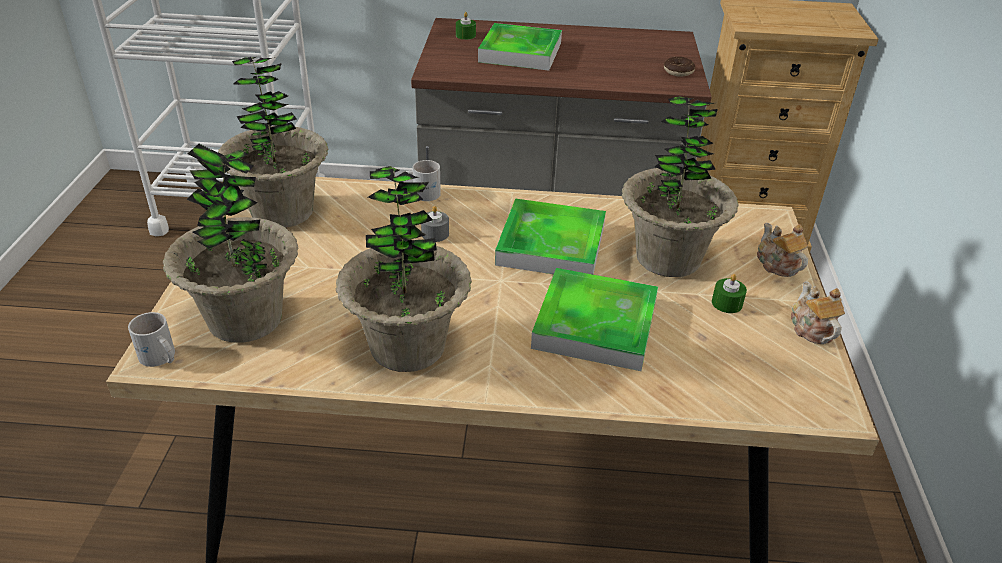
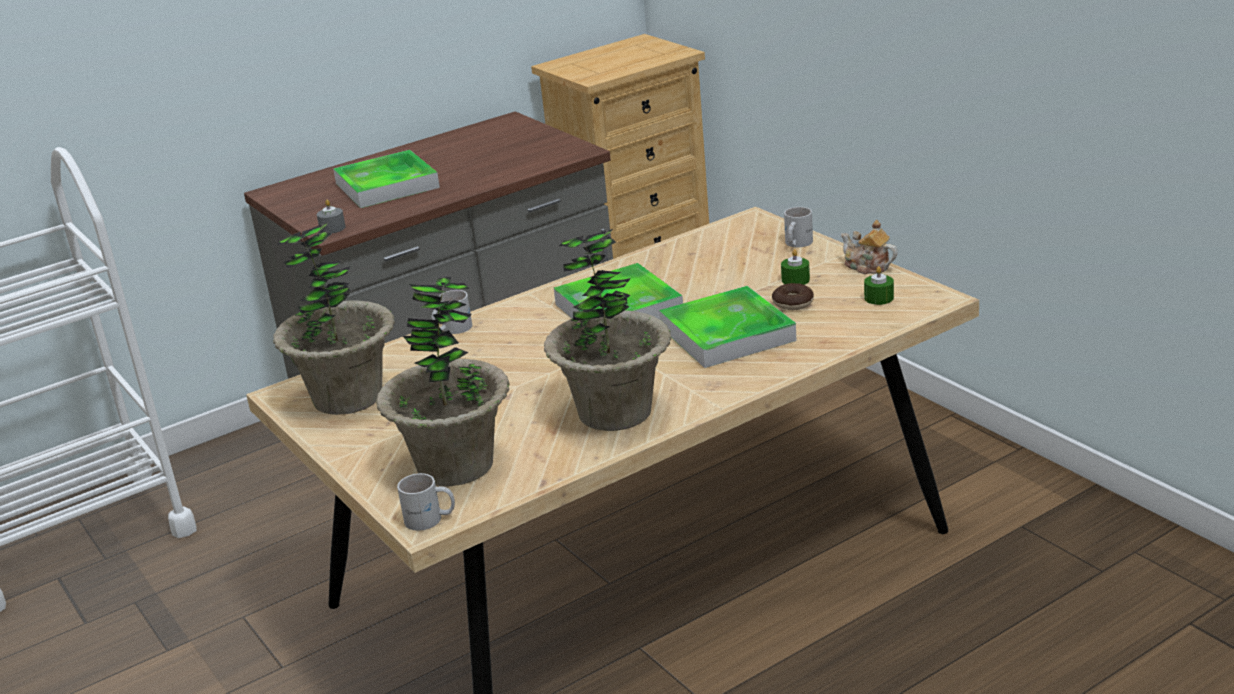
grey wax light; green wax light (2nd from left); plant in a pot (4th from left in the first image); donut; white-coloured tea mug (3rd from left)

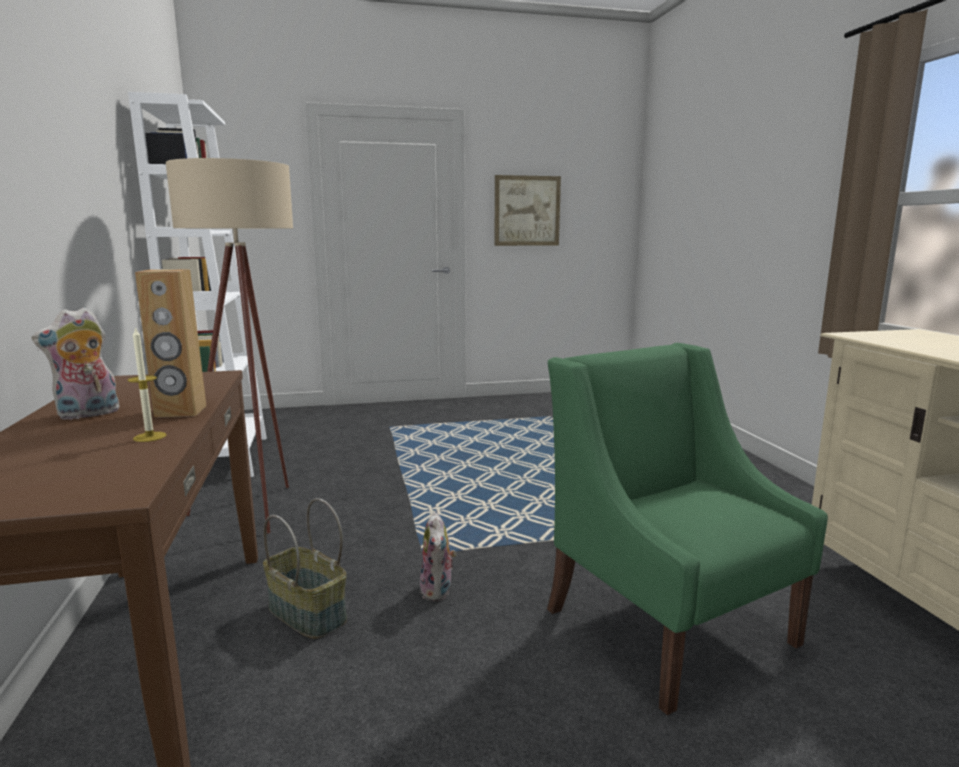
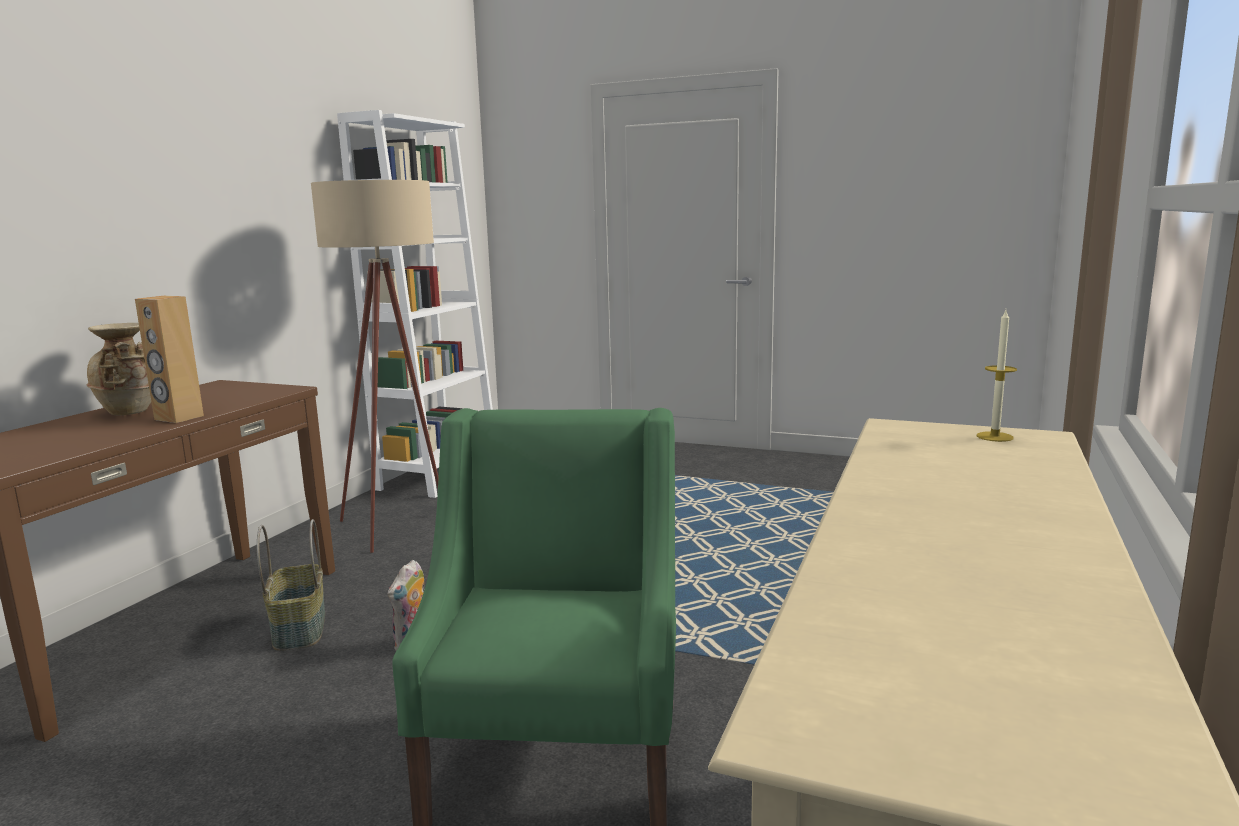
beige flower vase; wax light; picture

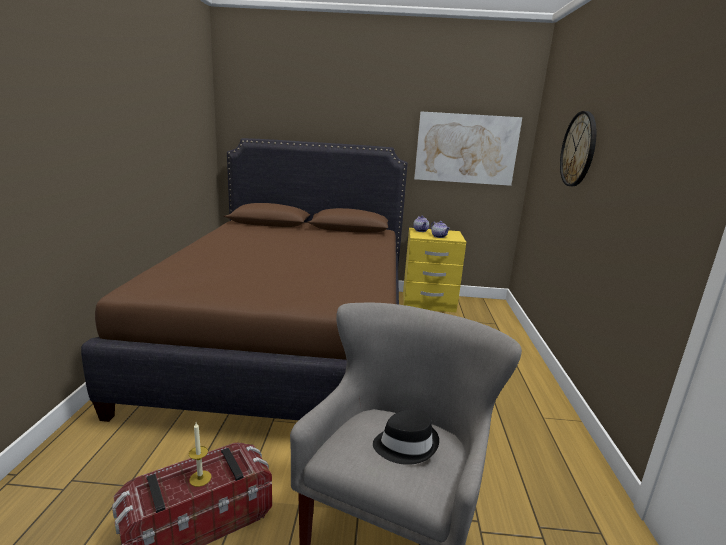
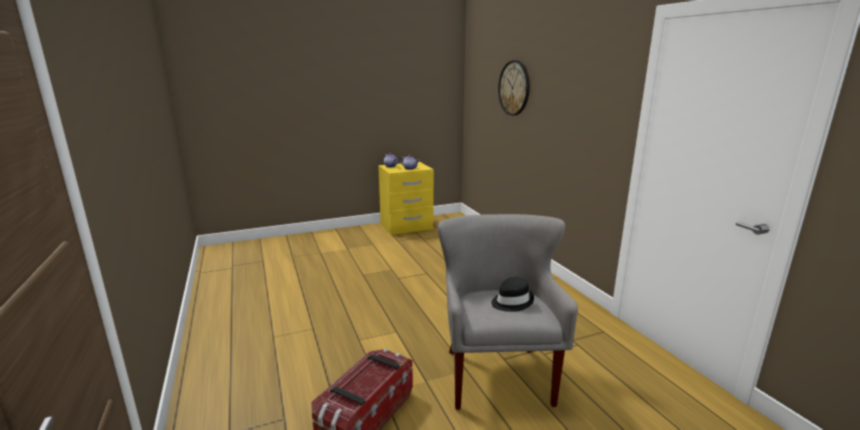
brown sleeping bed; wax light; picture

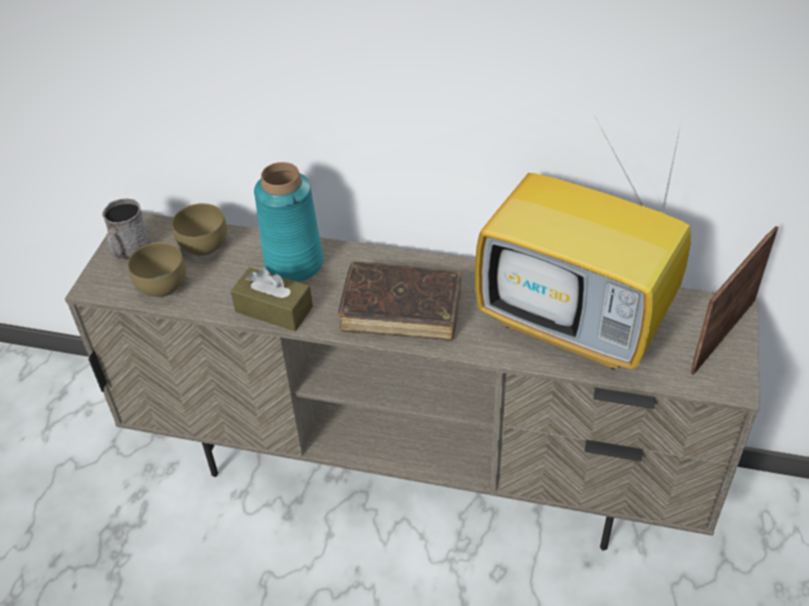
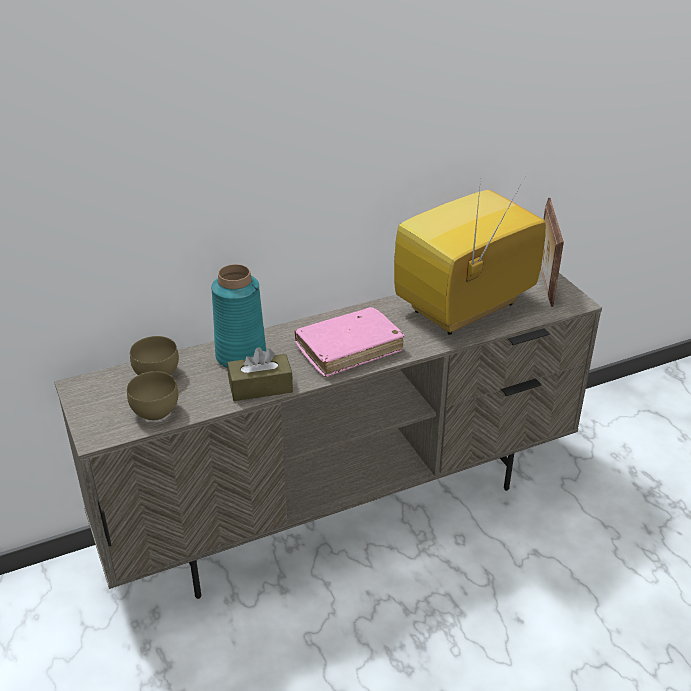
grey tea mug; pink-coloured book; TV

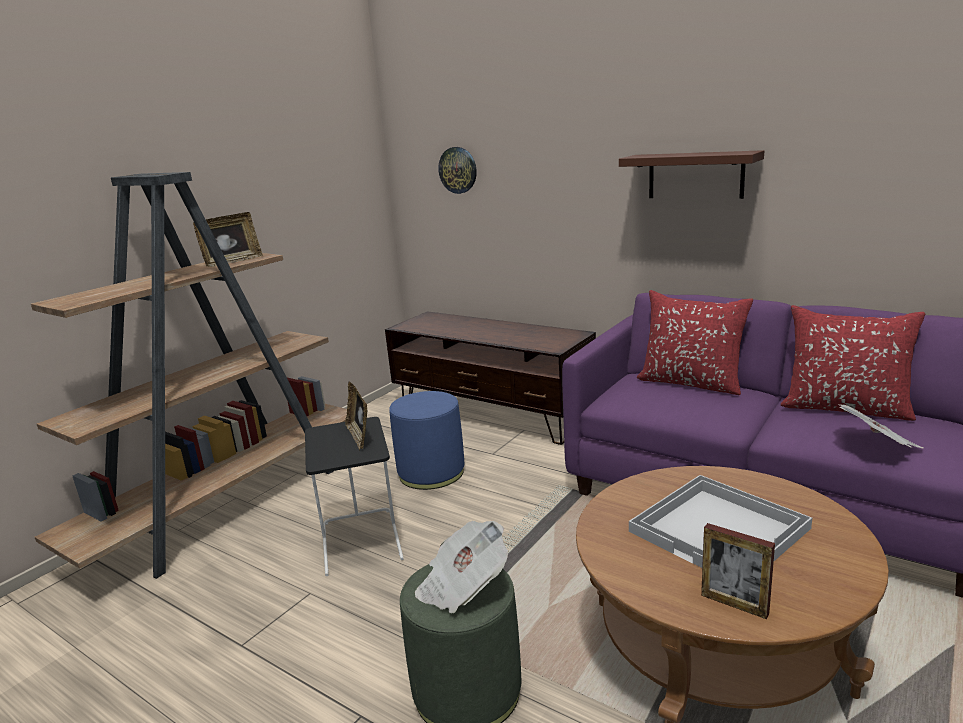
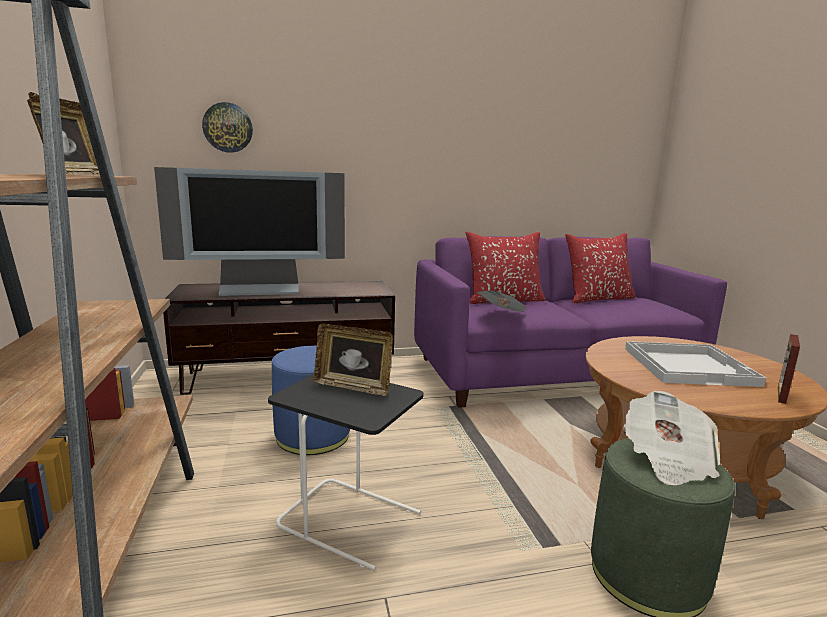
brown bracket shelf; picture frame (3rd from left); printed paper (1st from left); TV

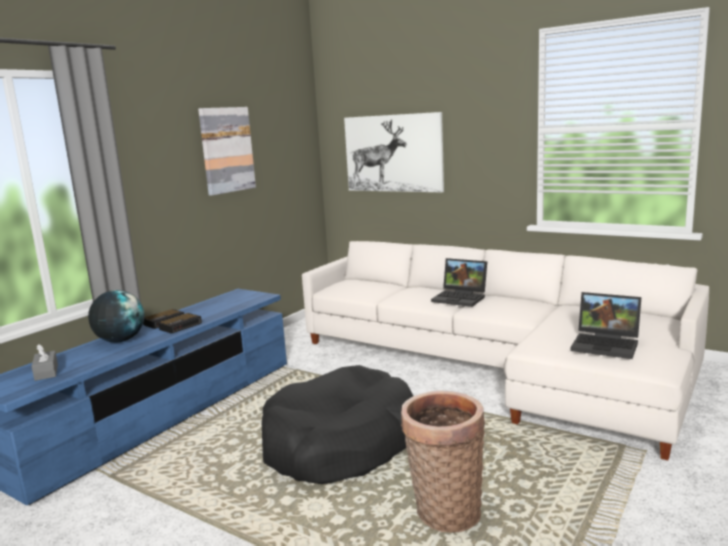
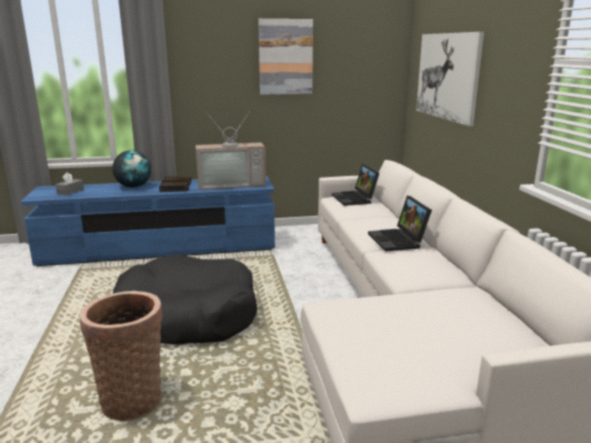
notebook computer (1st from left); TV

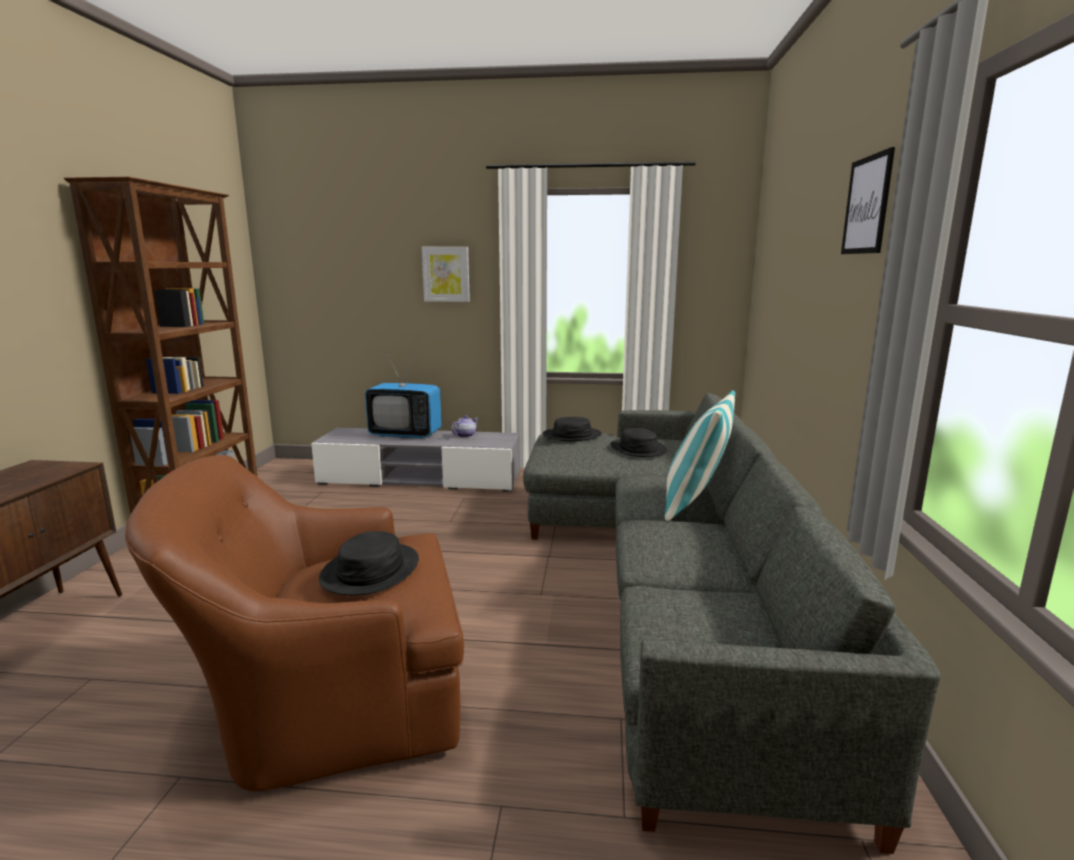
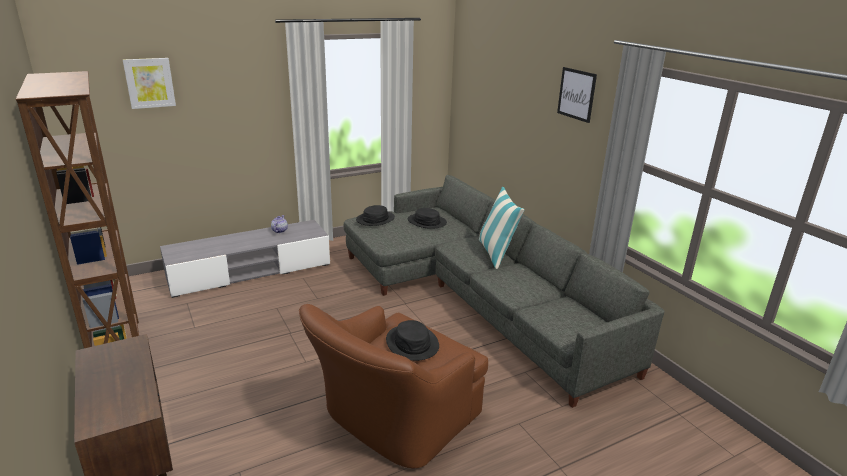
TV; picture (1st from left)

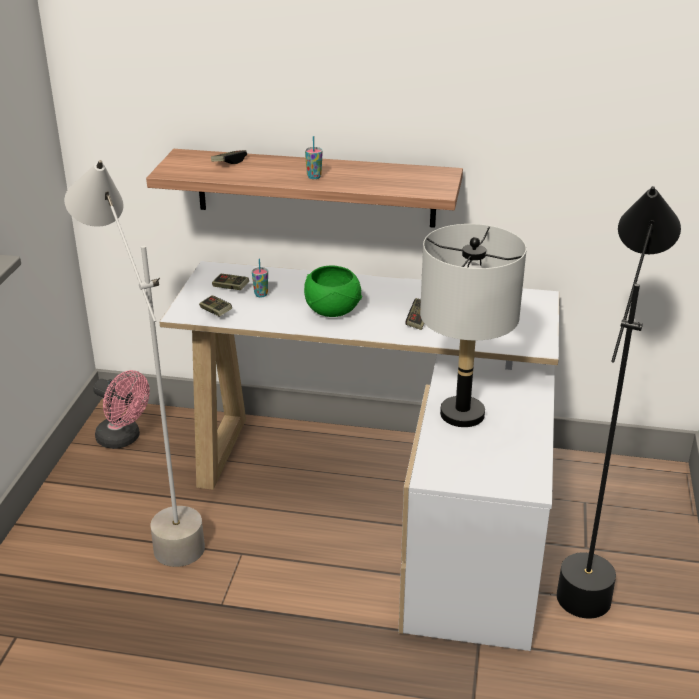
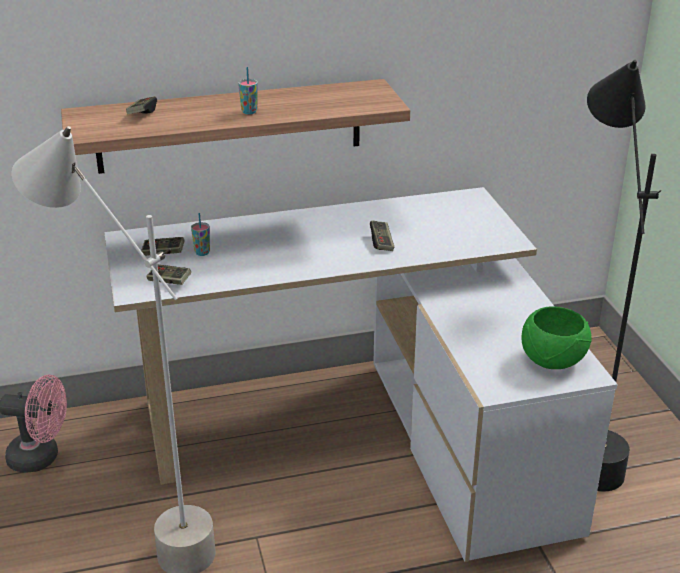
green serving bowl; grey tabletop lamp

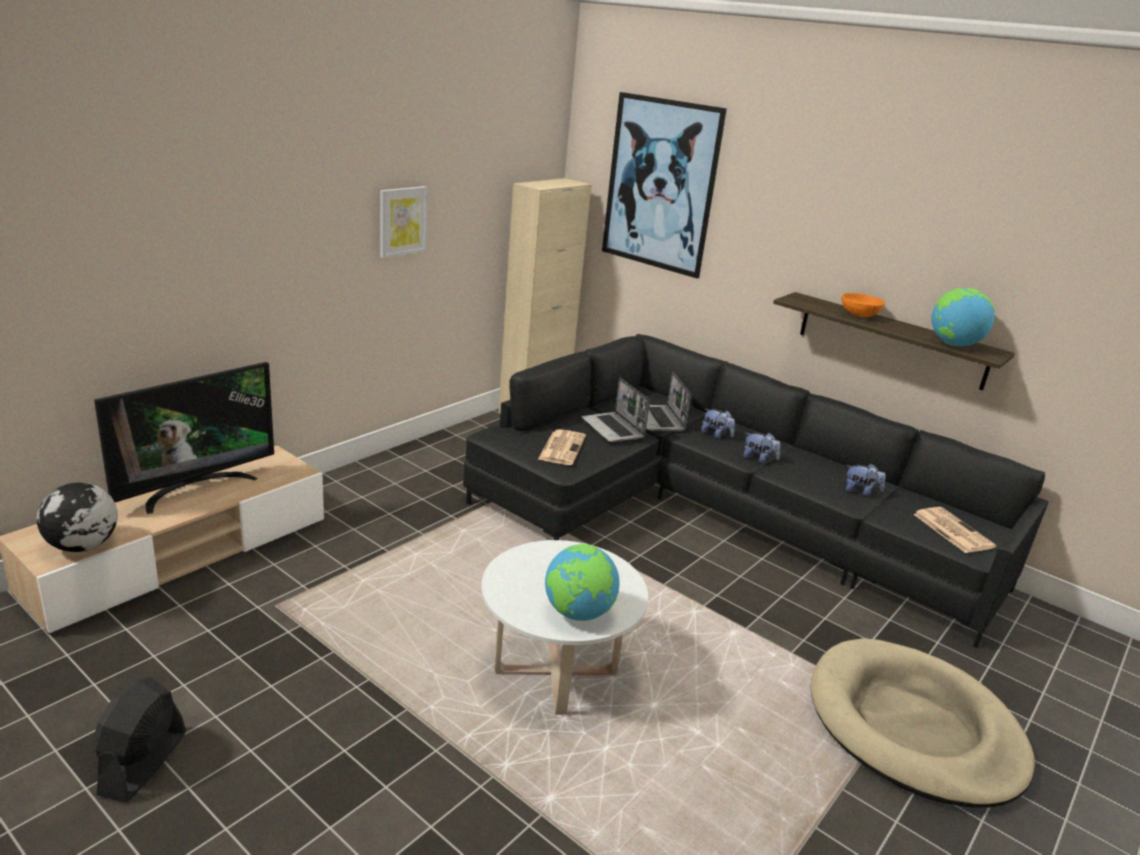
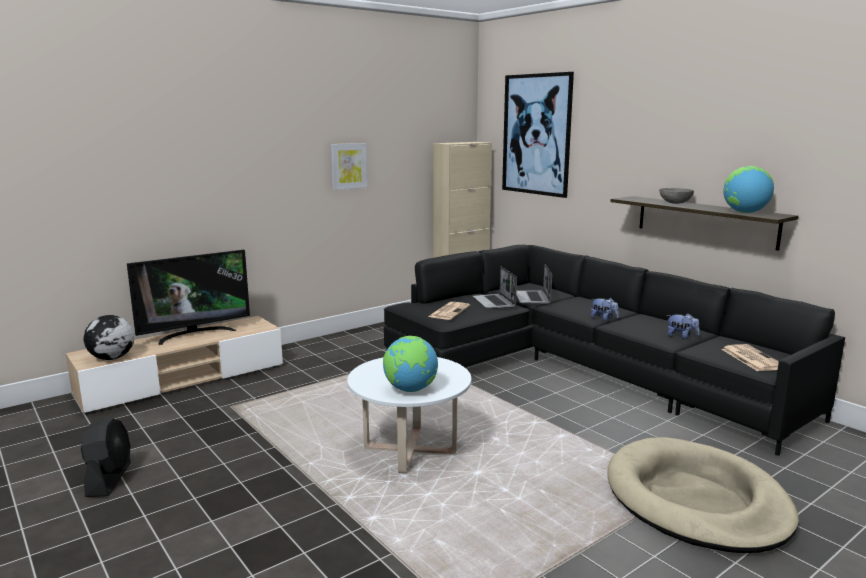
black electric fan; cuddly toy (1st from left in the first image); grey serving bowl

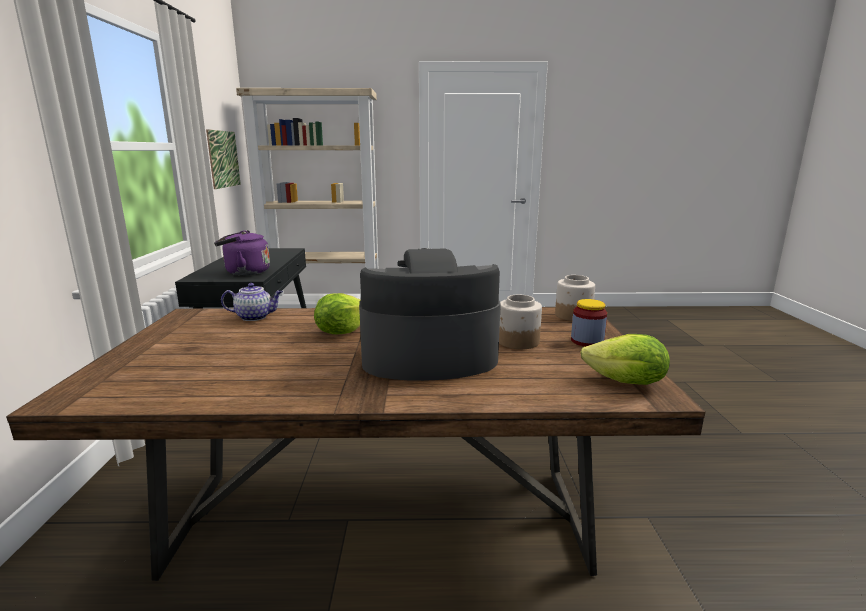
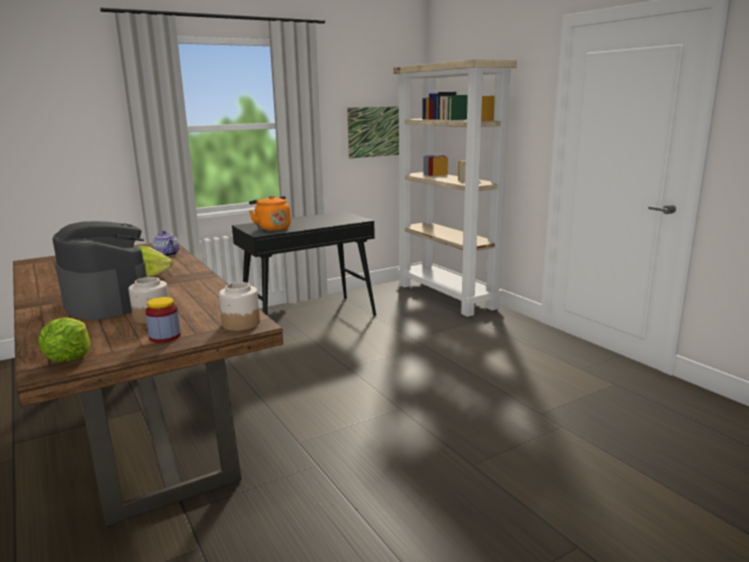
orange water kettle

